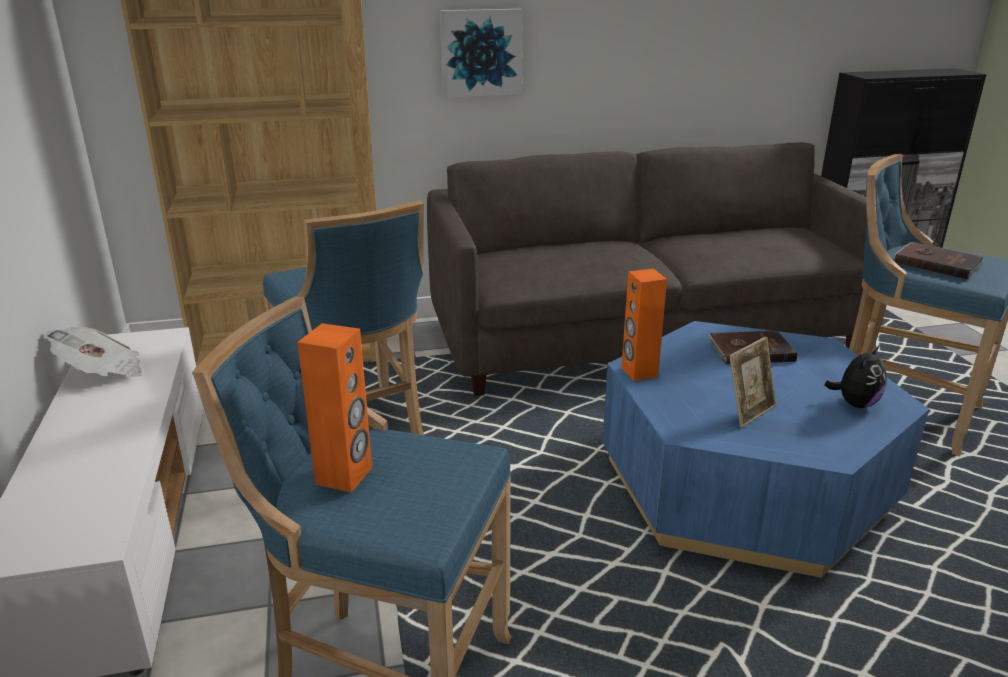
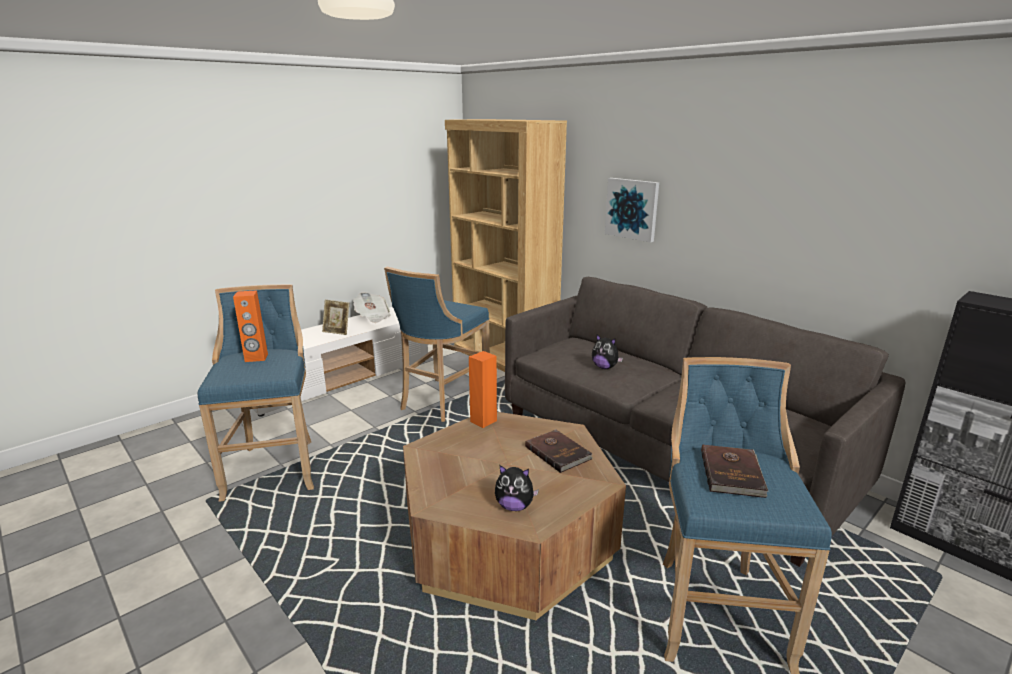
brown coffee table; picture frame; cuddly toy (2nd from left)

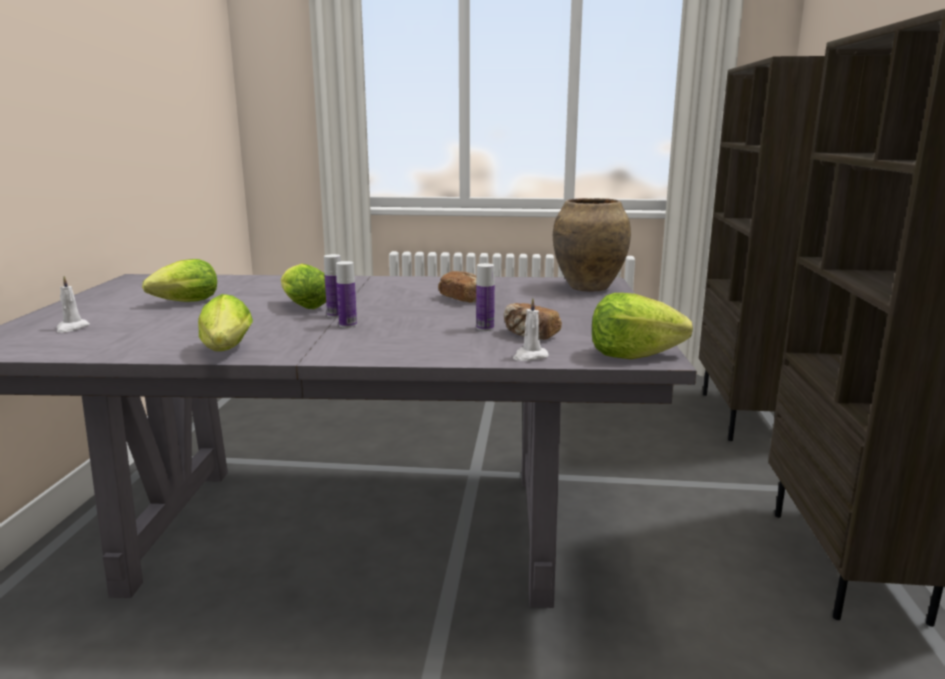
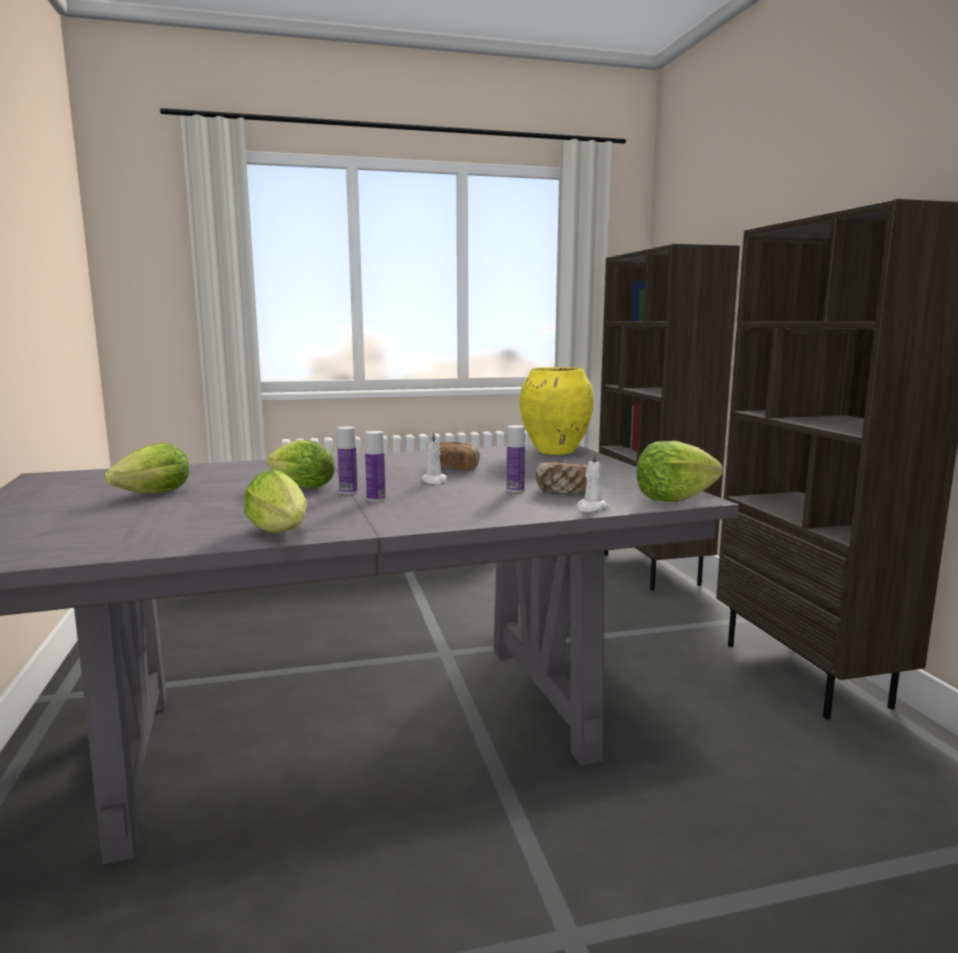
white-coloured wax light (1st from left); yellow-coloured flower vase

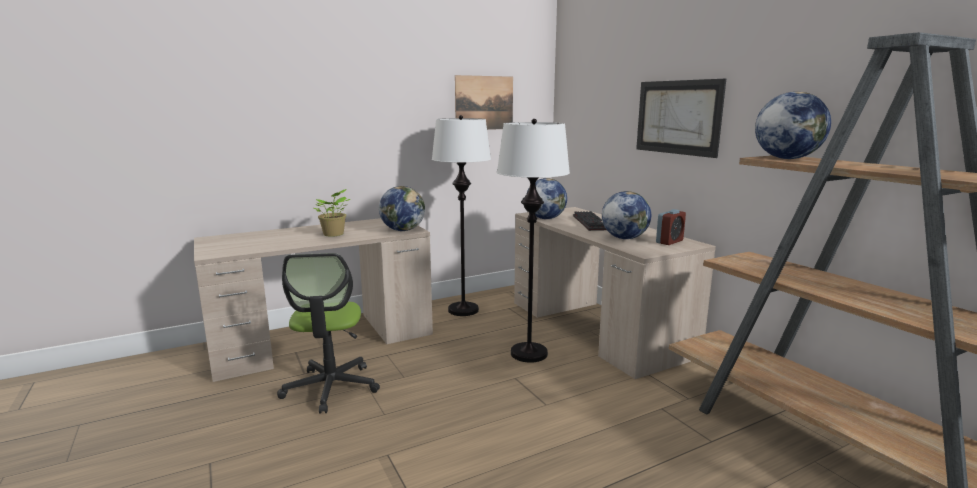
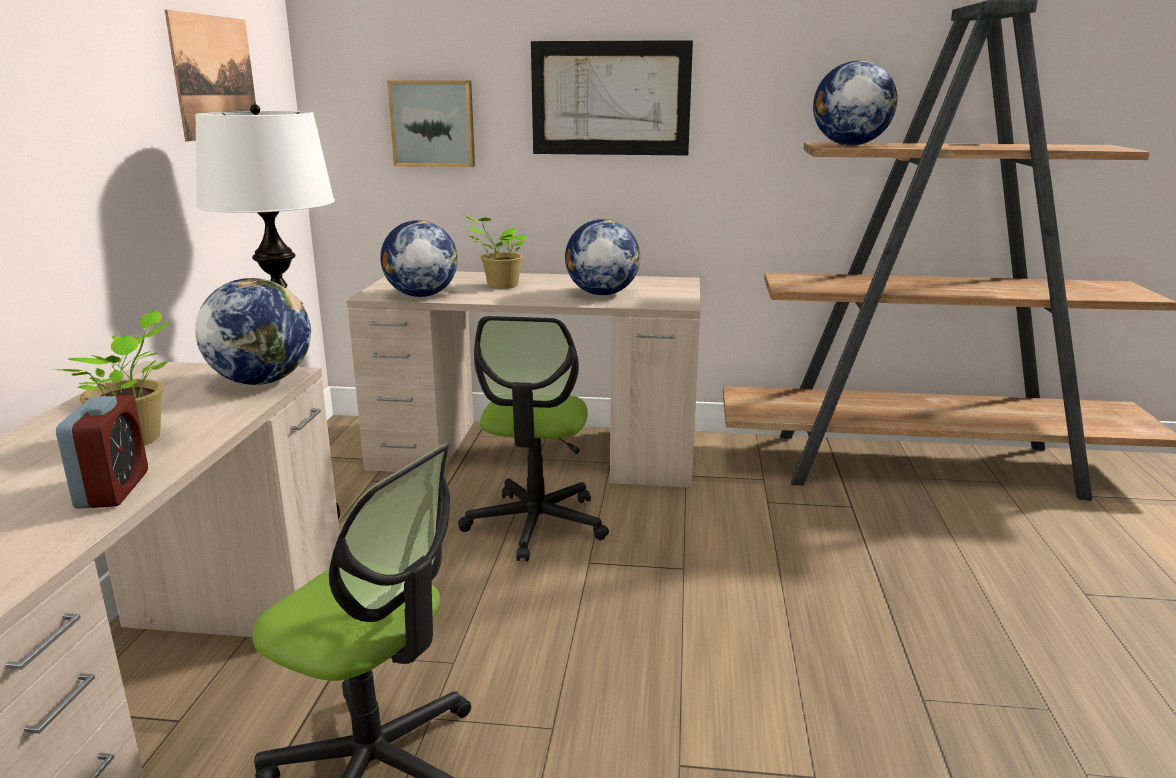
desk chair (2nd from left); plant in a pot (2nd from left); bedside clock; picture (2nd from left)

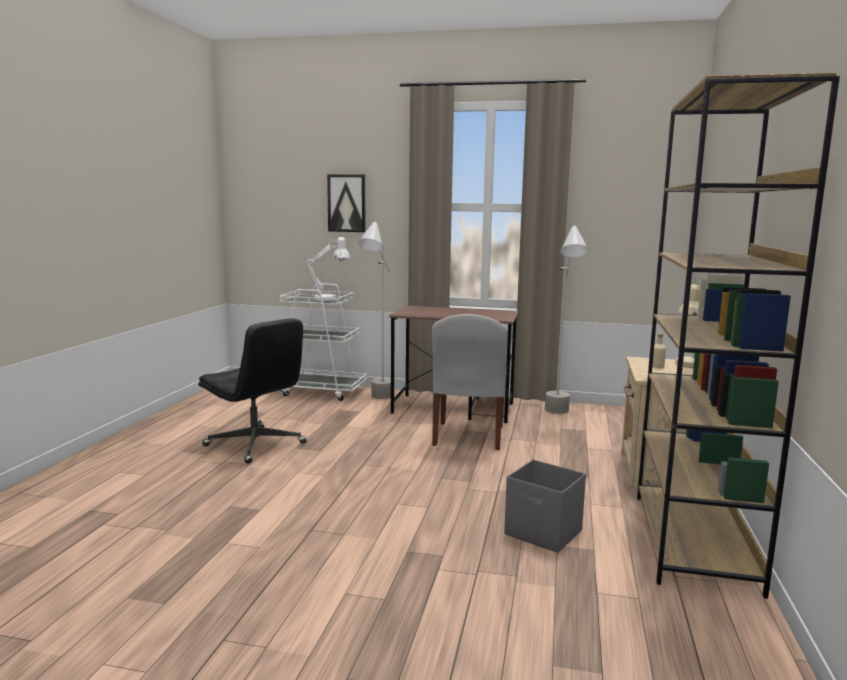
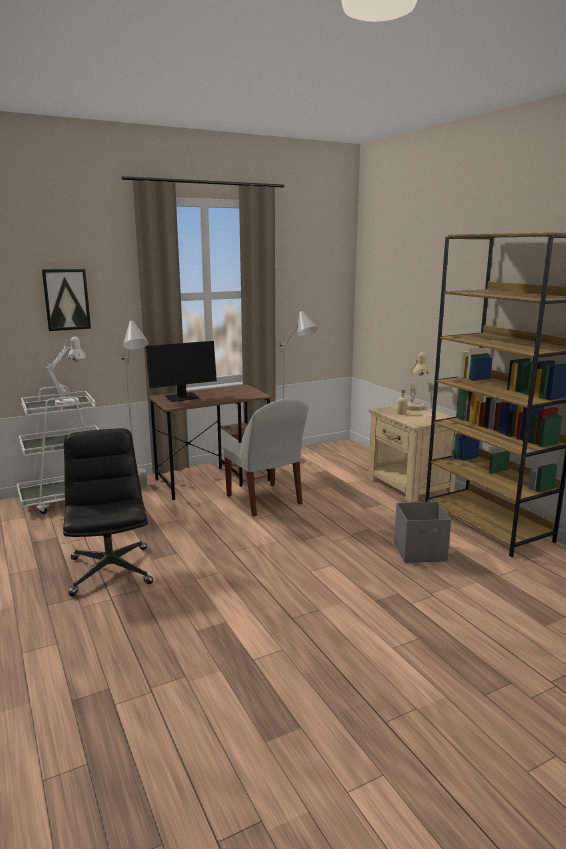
black desk chair; computer display

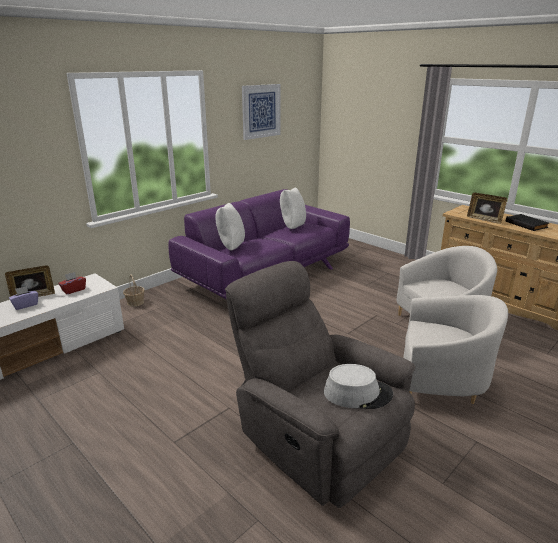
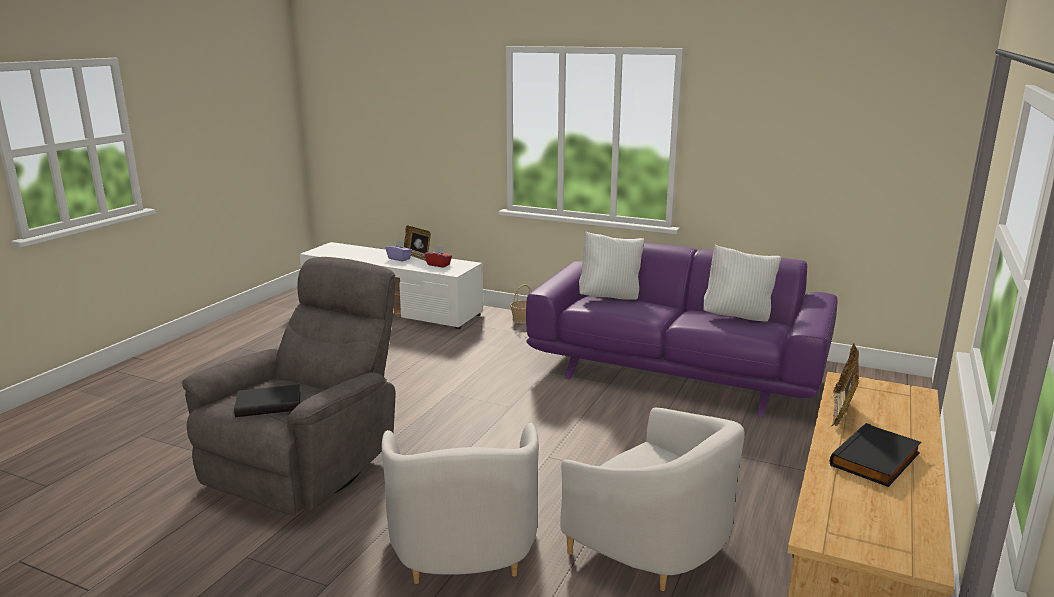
picture; black book (1st from left)

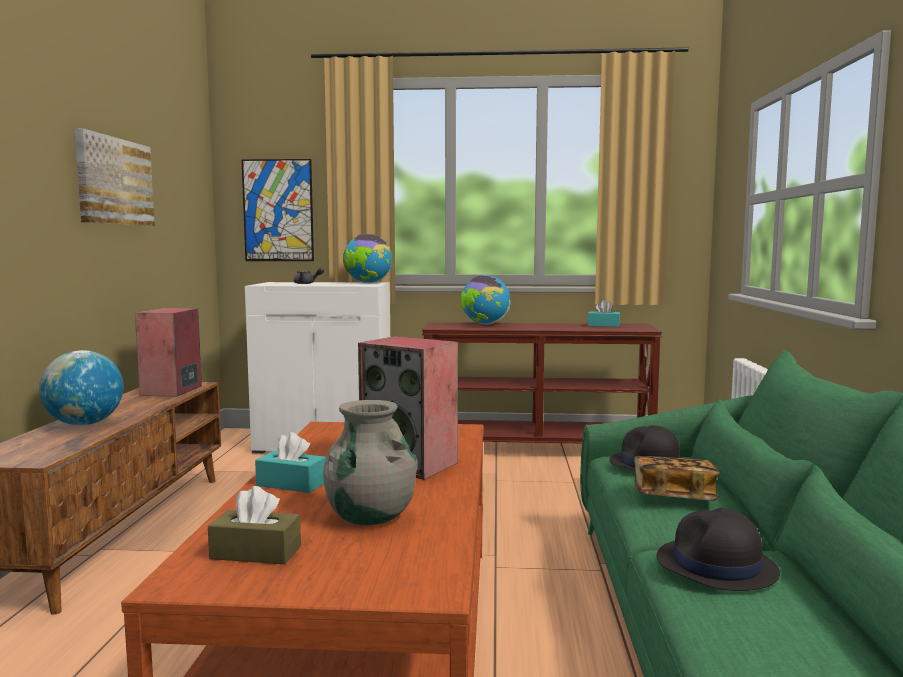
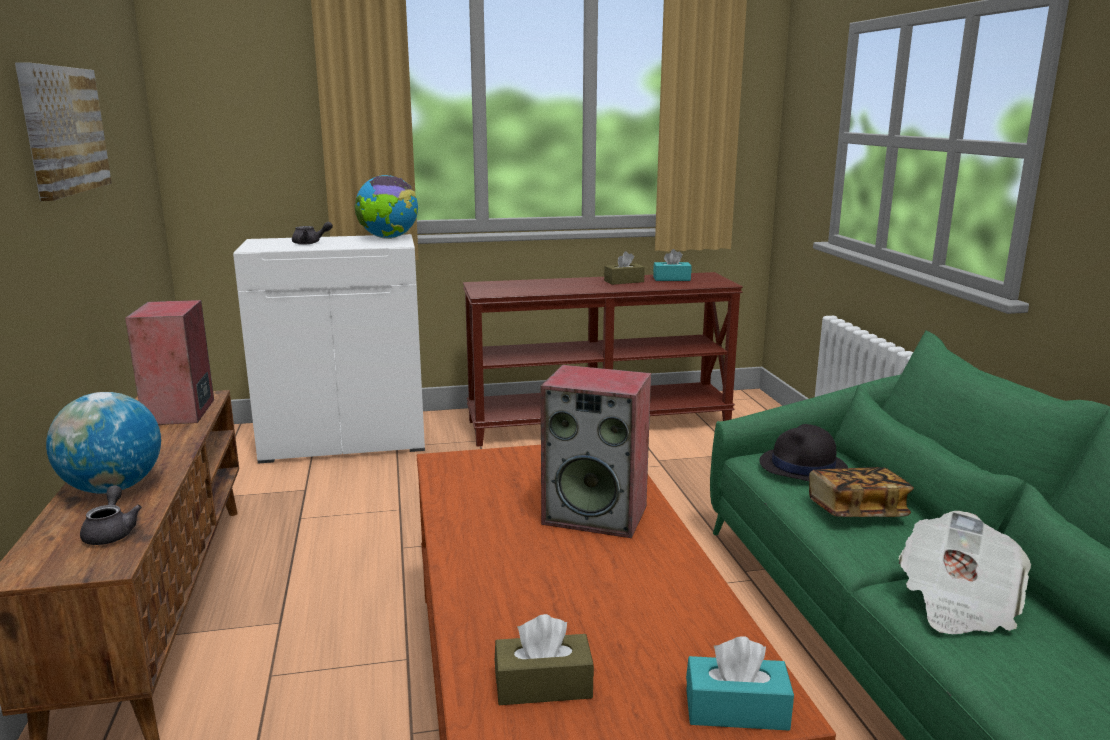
picture (2nd from left in the first image); turquoise-coloured tissue holder (2nd from left); grey flower vase; desk globe (3rd from left in the first image); printed paper; grey pot for tea (1st from left); brown tissue holder (2nd from left)

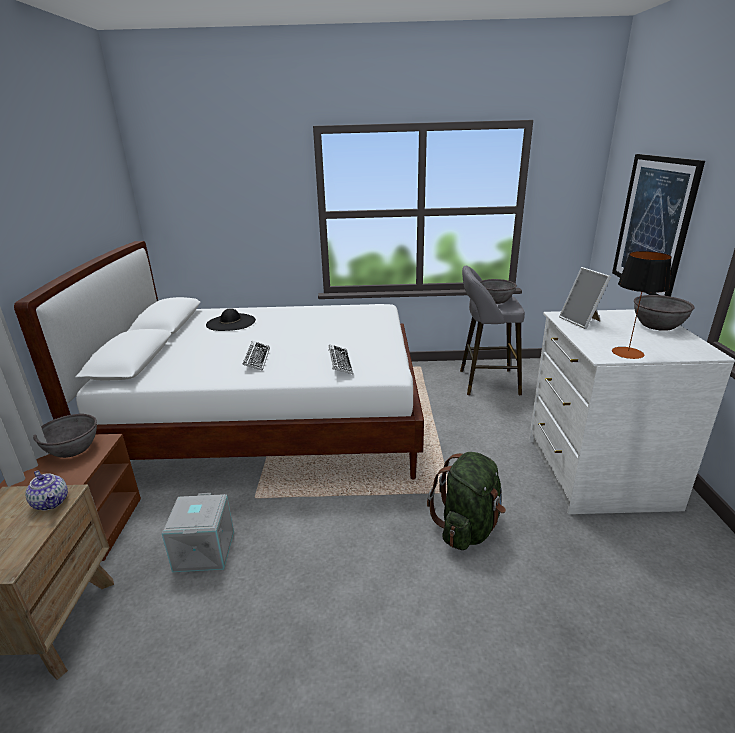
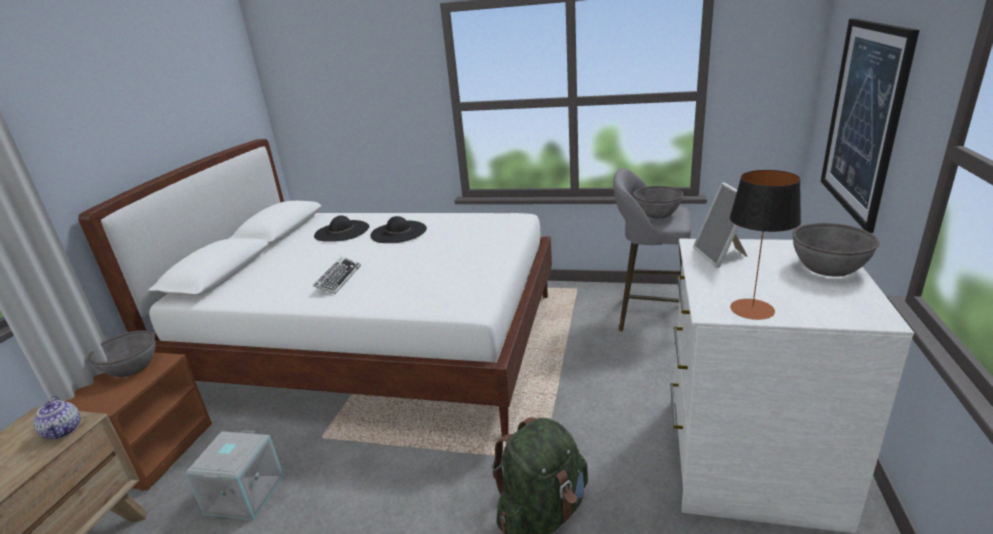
keyboard (2nd from left in the first image); black hat (2nd from left)

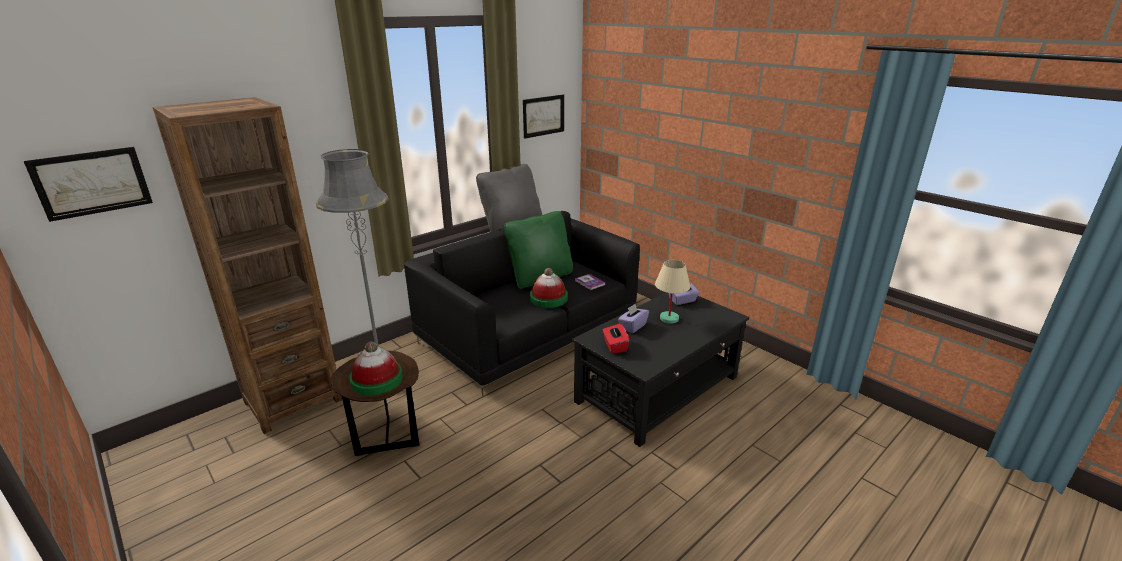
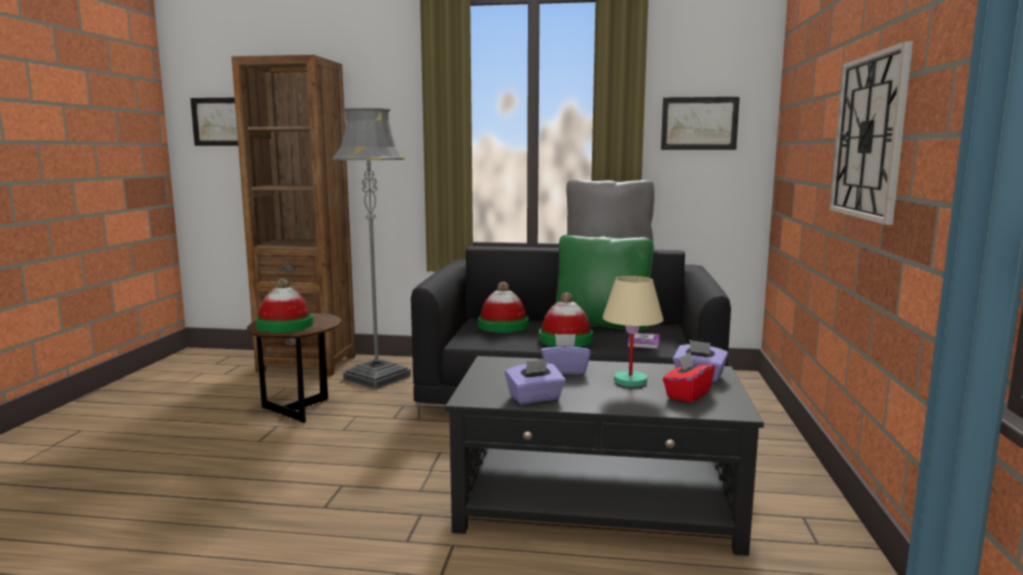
red tissue holder; hat (2nd from left); purple-coloured tissue holder (1st from left); clock on the wall

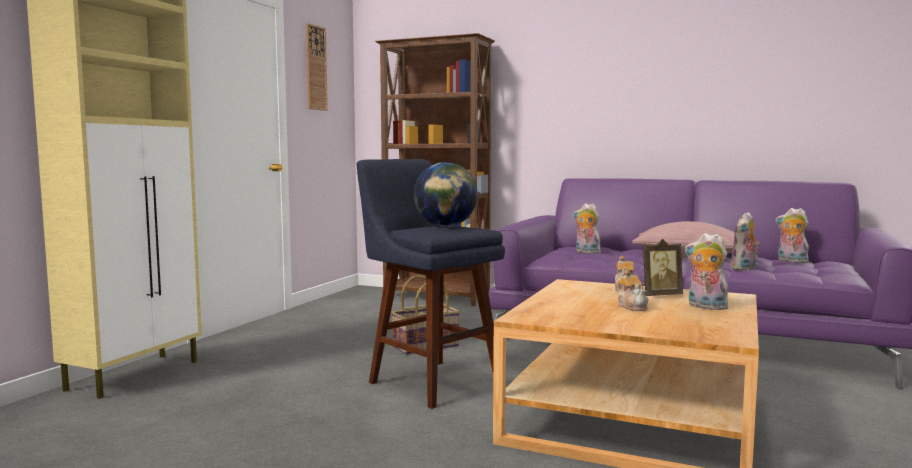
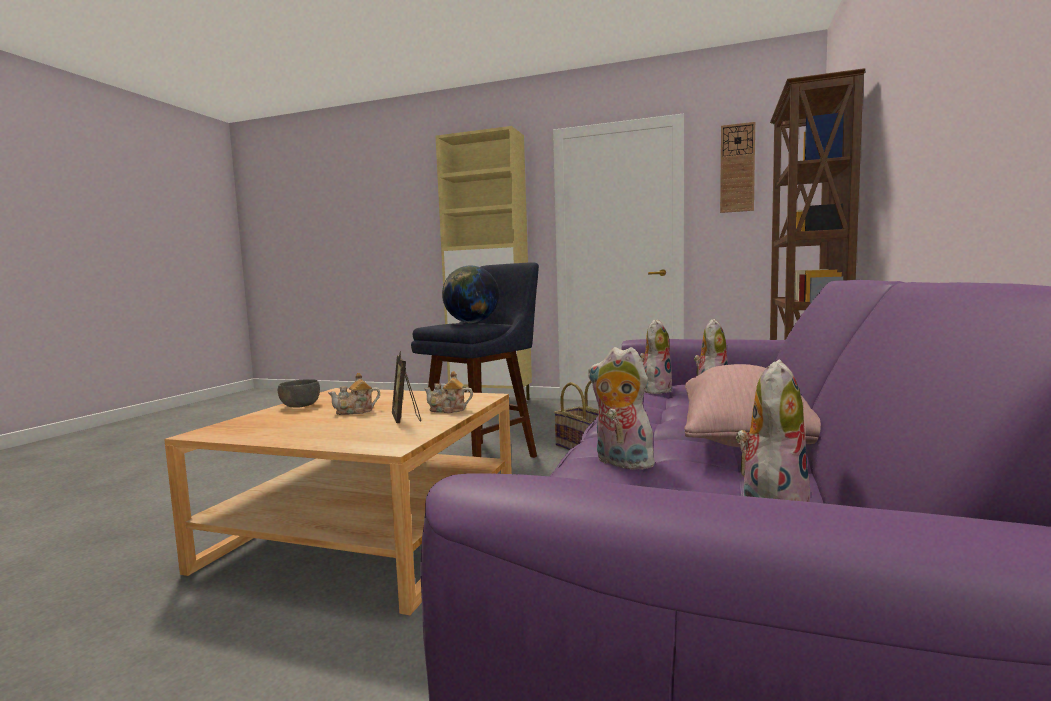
cuddly toy (2nd from left); grey serving bowl

